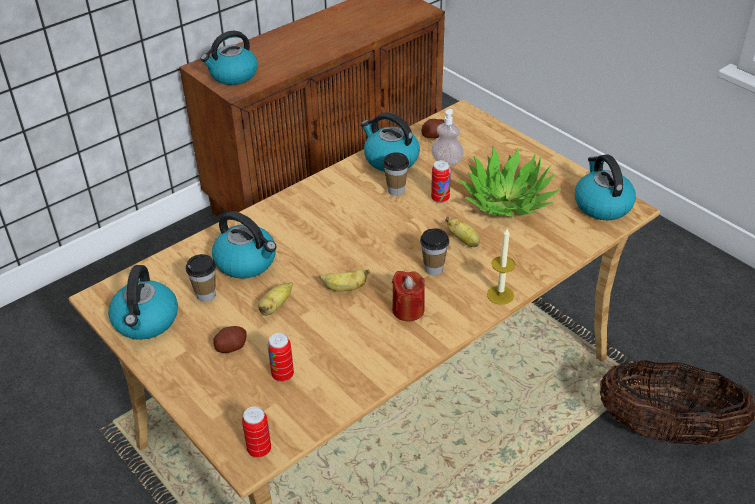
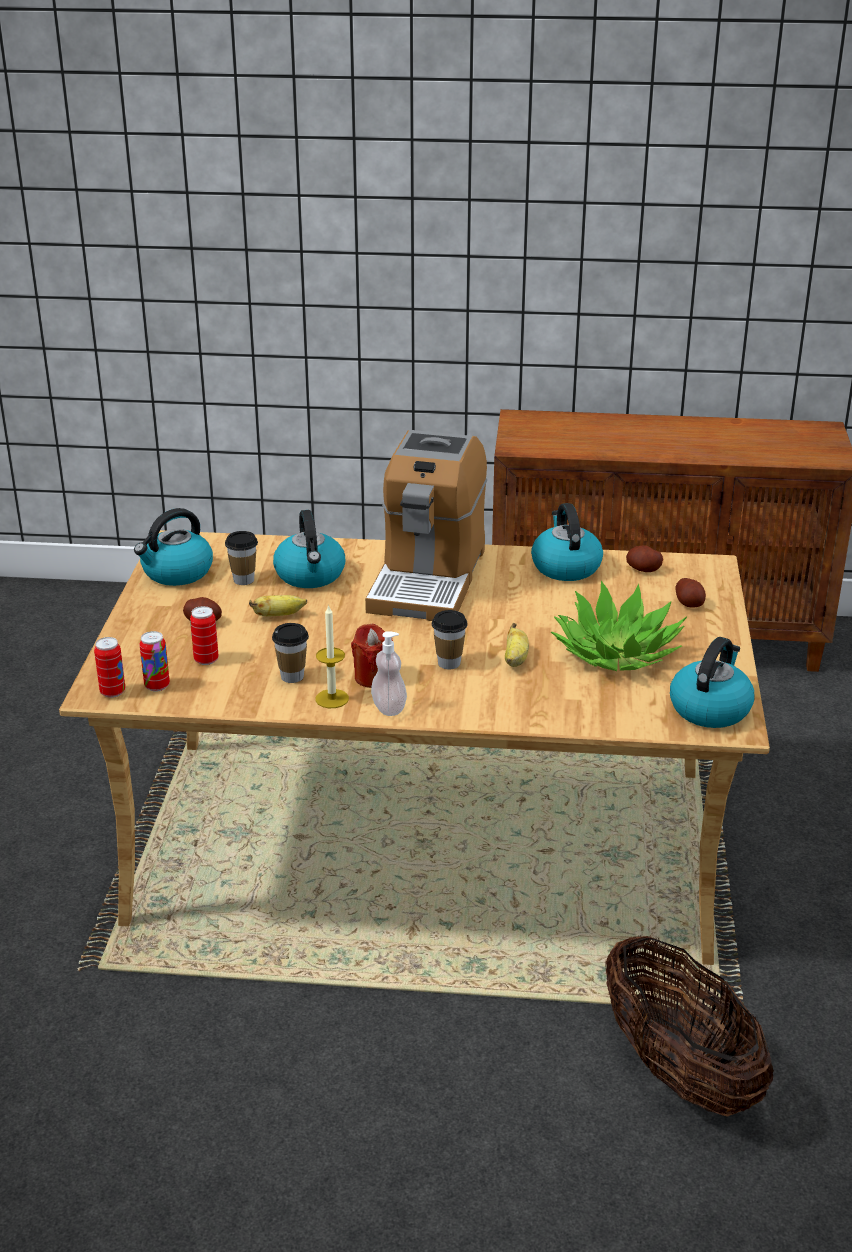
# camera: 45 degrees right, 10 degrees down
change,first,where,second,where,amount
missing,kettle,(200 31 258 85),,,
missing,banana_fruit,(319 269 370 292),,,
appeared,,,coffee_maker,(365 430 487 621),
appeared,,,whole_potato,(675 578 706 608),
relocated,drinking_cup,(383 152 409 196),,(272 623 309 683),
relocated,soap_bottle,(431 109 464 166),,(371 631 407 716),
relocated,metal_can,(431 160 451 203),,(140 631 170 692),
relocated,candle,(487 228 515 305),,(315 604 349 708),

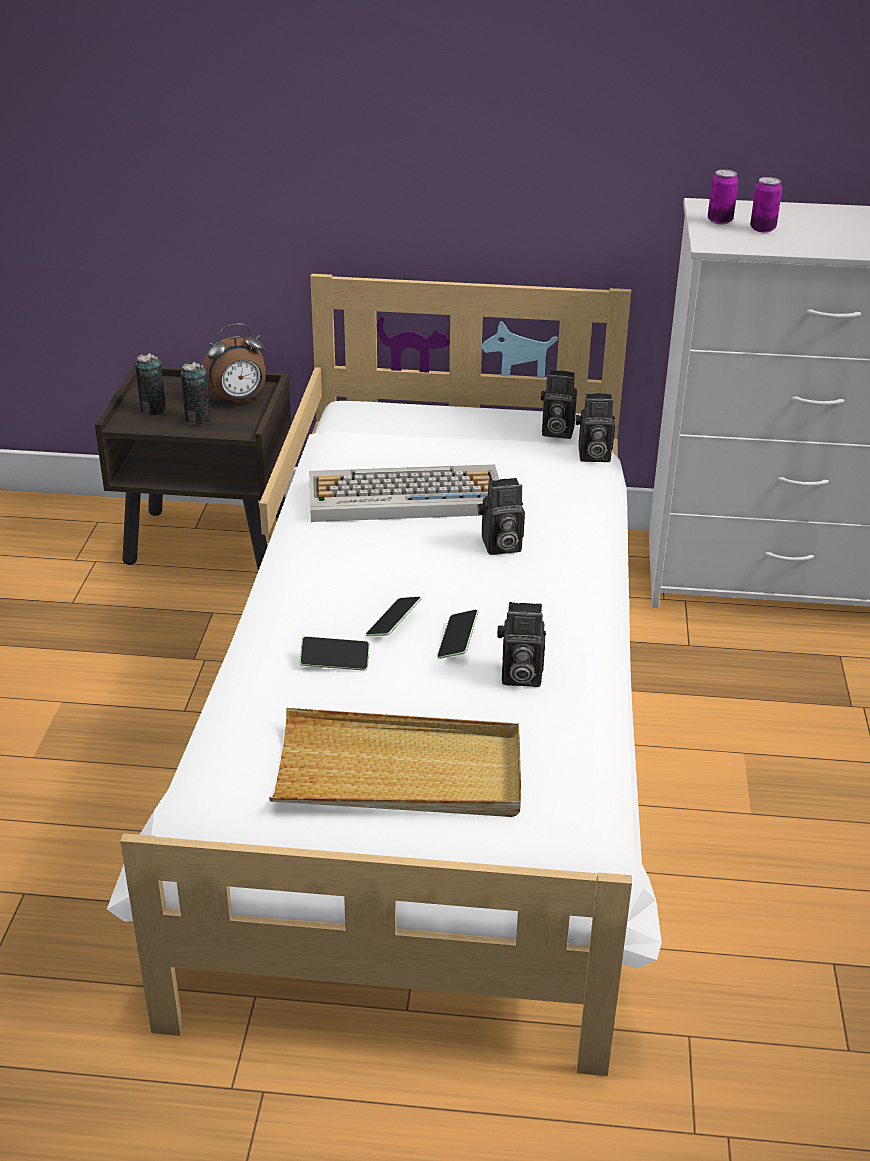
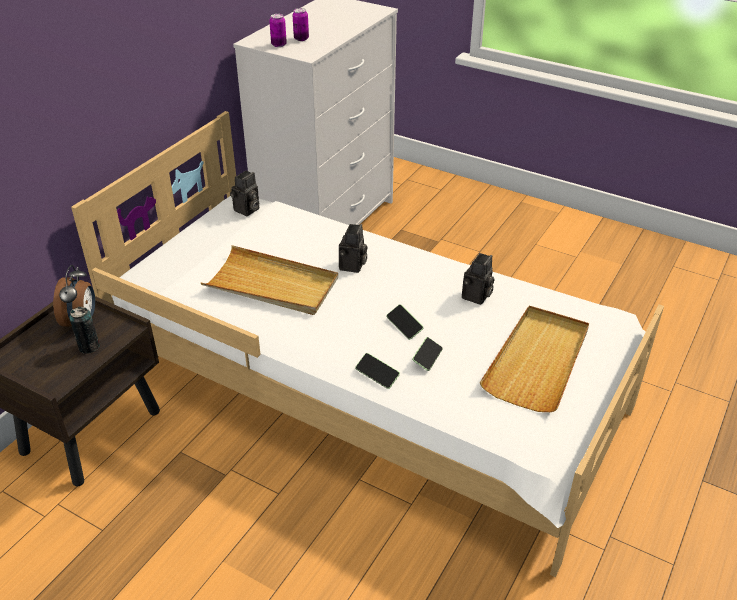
# camera: 65 degrees left, 5 degrees up
change,first,where,second,where,amount
missing,metal_can,(135 353 166 415),,,
missing,still_camera,(575 393 615 462),,,
relocated,phone,(437 609 479 659),,(355 353 400 389),
exchanged,PC_keyboard,(309 464 499 522),sand-coloured_serving_tray,(201 245 338 315),

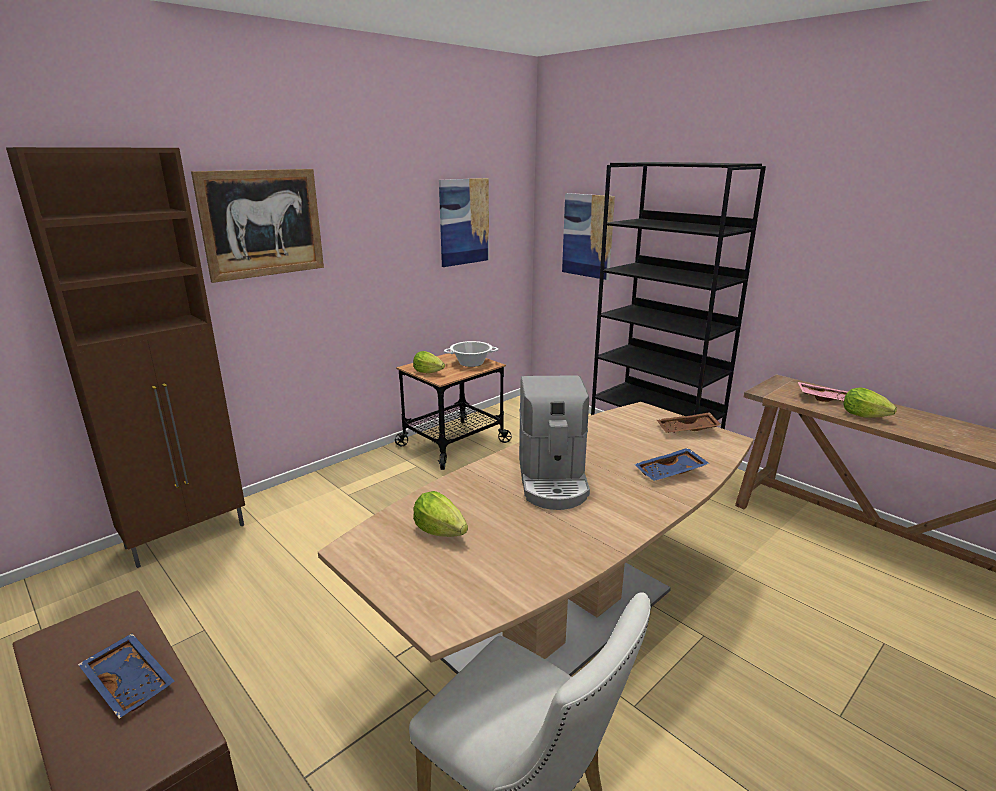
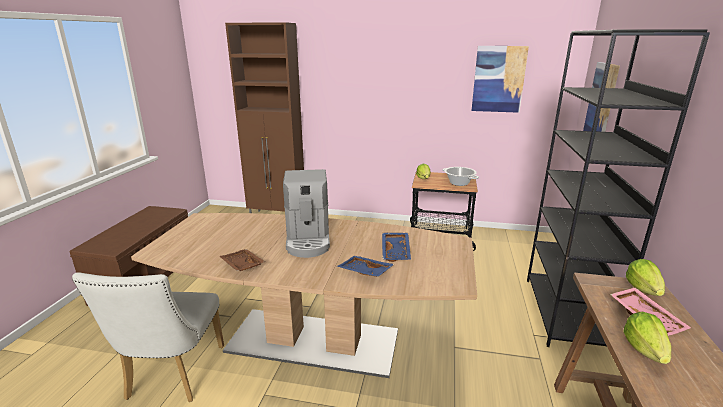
# camera: 55 degrees right, 0 degrees up
change,first,where,second,where,amount
missing,picture,(191 169 324 283),,,
relocated,blue-coloured_serving_tray,(78 633 175 719),,(382 233 411 262),
relocated,lettuce_head,(413 491 468 537),,(626 259 665 296),
relocated,brown-coloured_serving_tray,(657 412 721 433),,(220 249 265 271),
spun,coffee_maker,(519 375 590 510),,(283 169 330 258),60 degrees counterclockwise

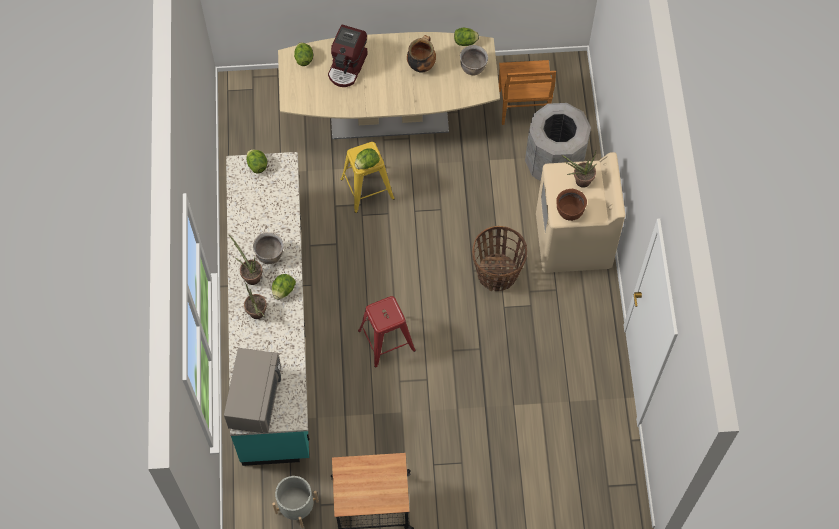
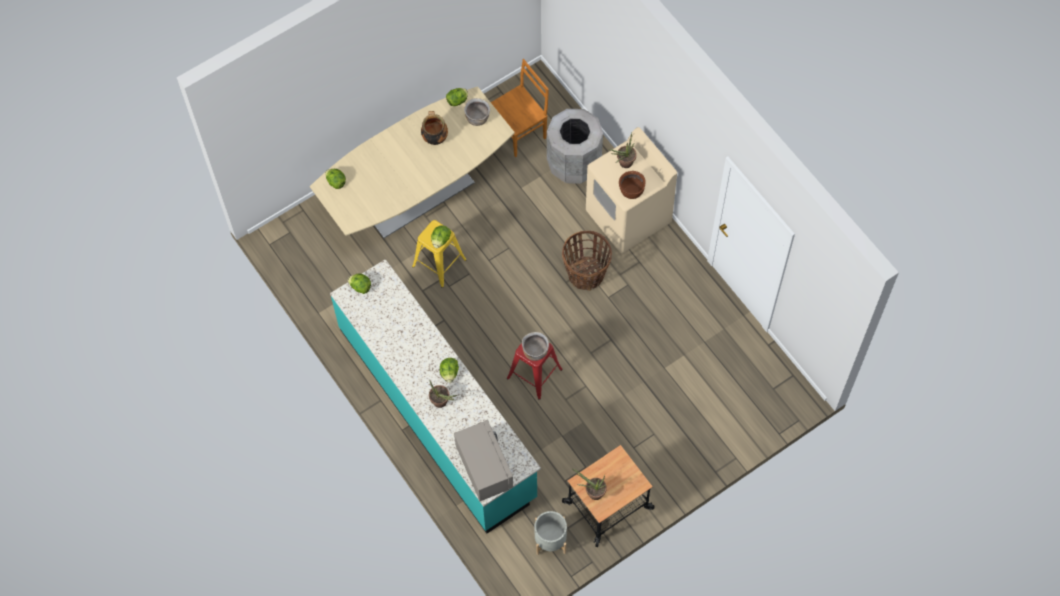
# camera: 30 degrees left, 0 degrees up
change,first,where,second,where,amount
missing,coffee_maker,(328 25 368 87),,,
relocated,houseplant,(228 234 262 285),,(573 469 607 500),
relocated,brown-coloured_cooking_pot,(253 232 284 264),,(522 332 549 361),
spun,brown-coloured_upright_chair,(499 60 556 125),,(491 59 549 157),90 degrees counterclockwise

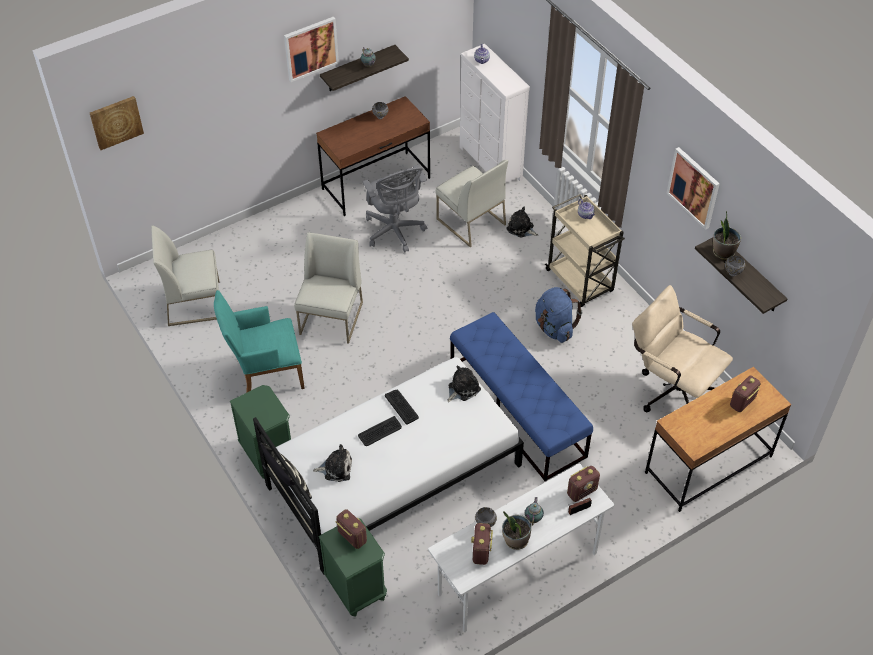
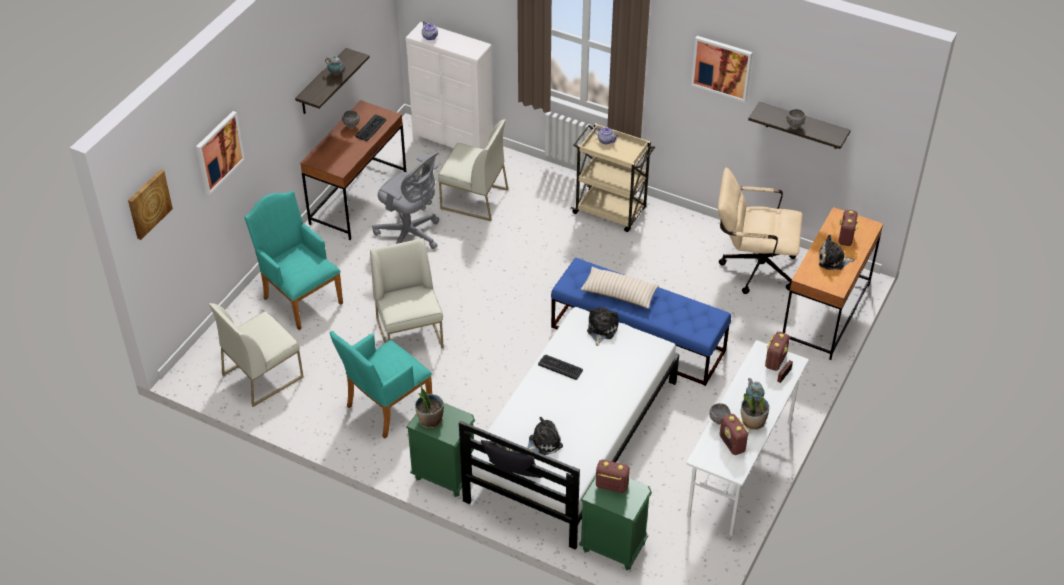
# camera: 30 degrees left, 5 degrees down
change,first,where,second,where,amount
missing,blue-coloured_rucksack,(535 287 582 343),,,
appeared,,,turquoise_armchair,(245 191 343 330),
appeared,,,sand-coloured_throw_pillow,(581 267 659 309),
relocated,picture,(284 17 339 82),,(196 111 245 195),
relocated,PC_keyboard,(358 416 402 446),,(356 114 386 141),
relocated,soft_toy,(506 207 538 238),,(819 235 855 270),
relocated,houseplant,(713 211 741 260),,(415 381 444 429),

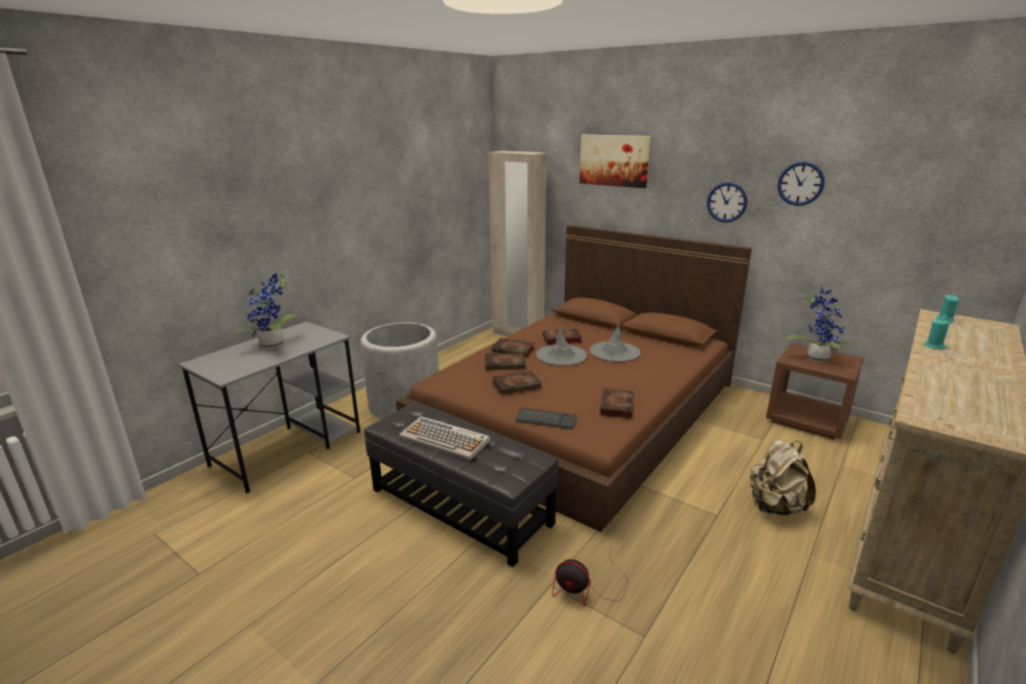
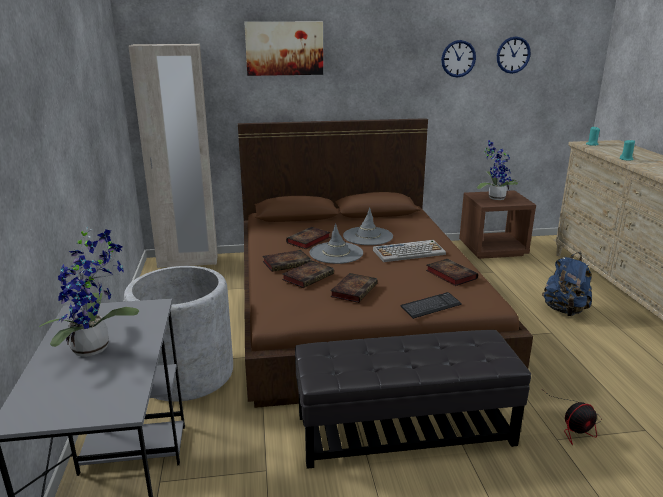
# camera: 45 degrees left, 0 degrees up
change,first,where,second,where,amount
relocated,PC_keyboard,(399 416 490 460),,(373 240 446 262),
relocated,wall_clock,(707 182 747 222),,(497 36 531 74),
colour,sand-coloured_rucksack,(750 440 816 515),blue-coloured_rucksack,(542 252 592 316),

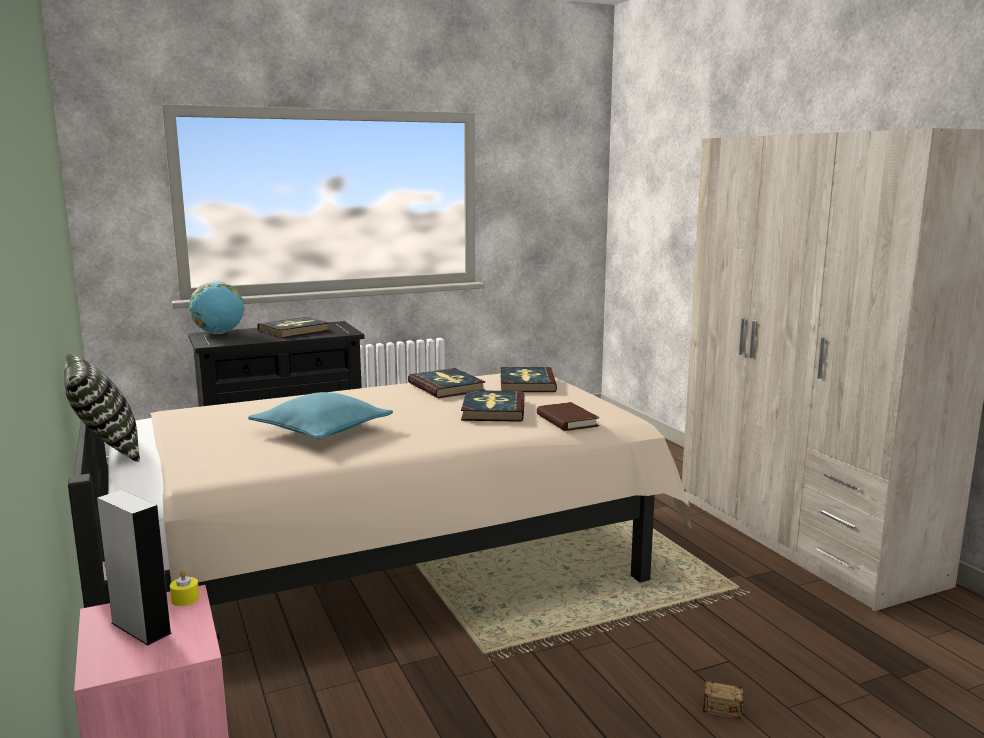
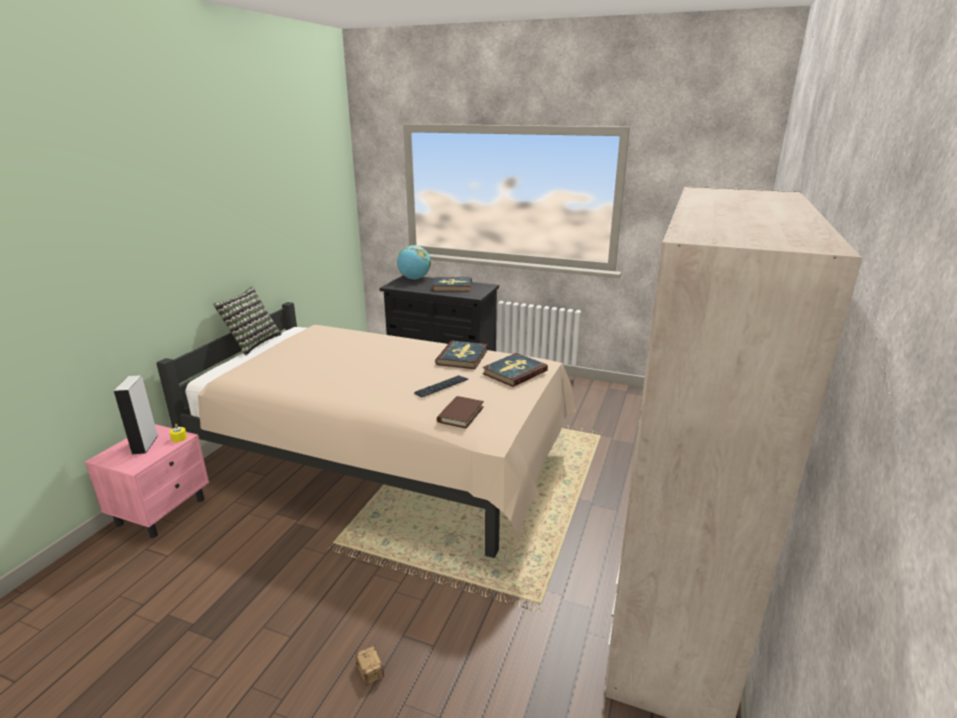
# camera: 45 degrees right, 10 degrees up
change,first,where,second,where,amount
missing,turquoise_throw_pillow,(248 392 393 439),,,
exchanged,book,(461 390 525 422),PC_keyboard,(414 375 468 398),

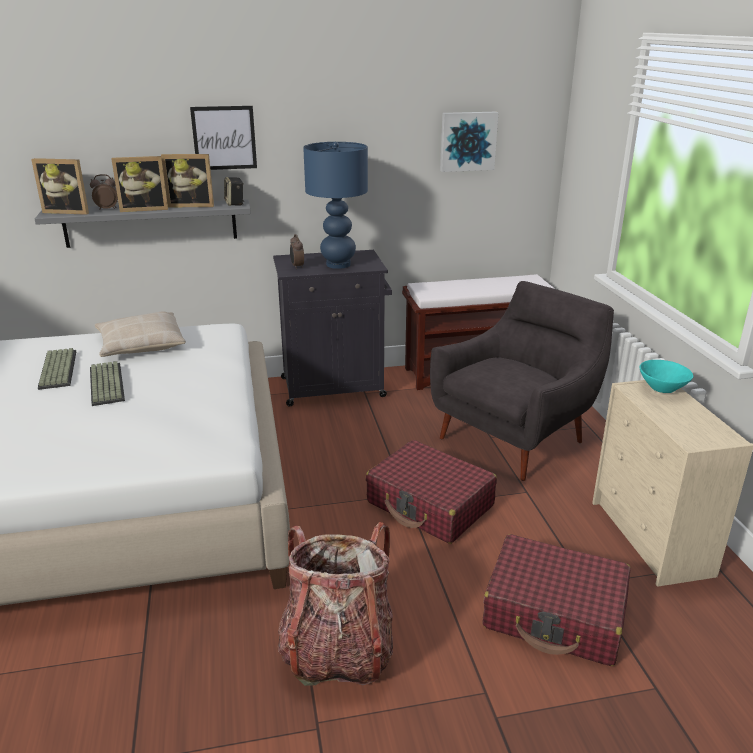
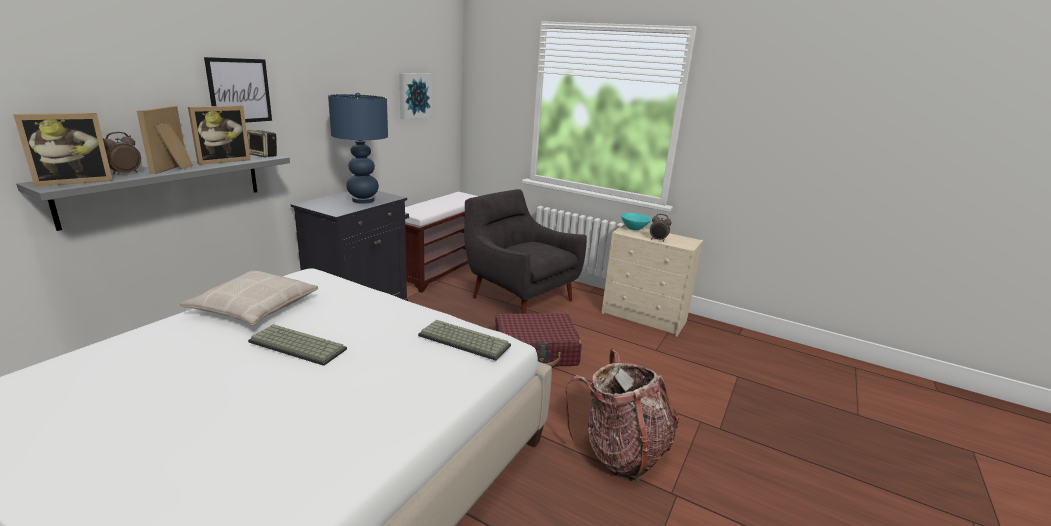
# camera: 50 degrees left, 5 degrees down
change,first,where,second,where,amount
missing,red-coloured_travel_case,(483 534 631 666),,,
relocated,PC_keyboard,(38 348 76 390),,(418 320 511 361),
relocated,bedside_clock,(290 234 304 269),,(650 214 672 242),
spun,standing_frame,(111 156 168 212),,(137 106 193 174),150 degrees clockwise
spun,grey_armchair,(430 281 614 481),,(464 189 587 314),45 degrees counterclockwise

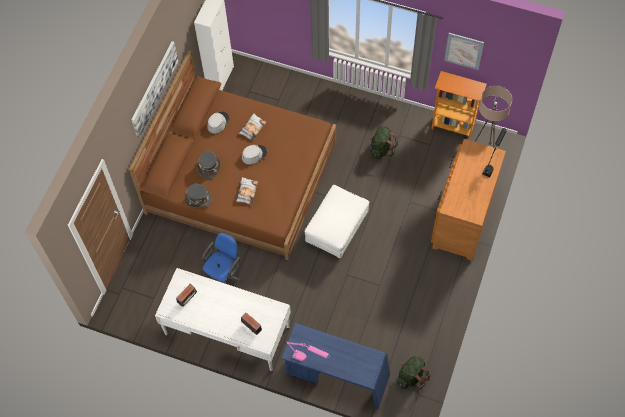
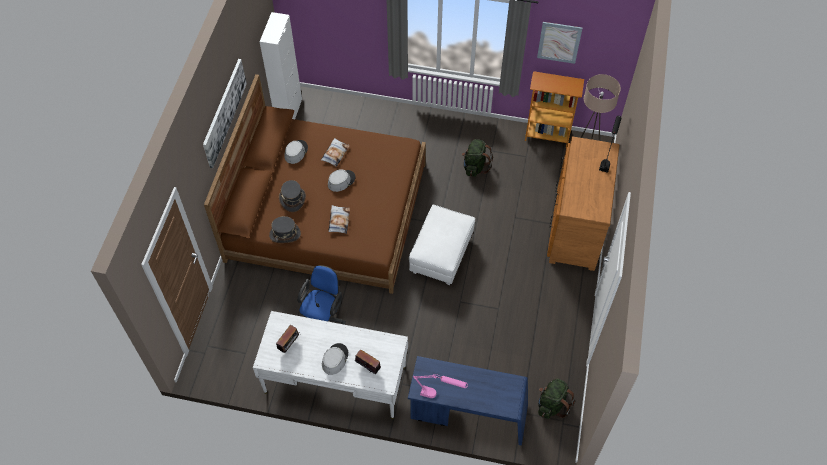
# camera: 10 degrees left, 5 degrees down
change,first,where,second,where,amount
appeared,,,grey_hat,(322 343 348 375),

